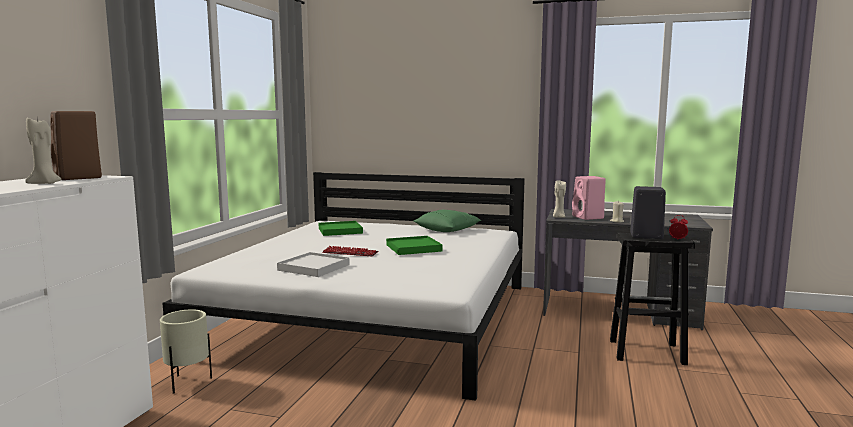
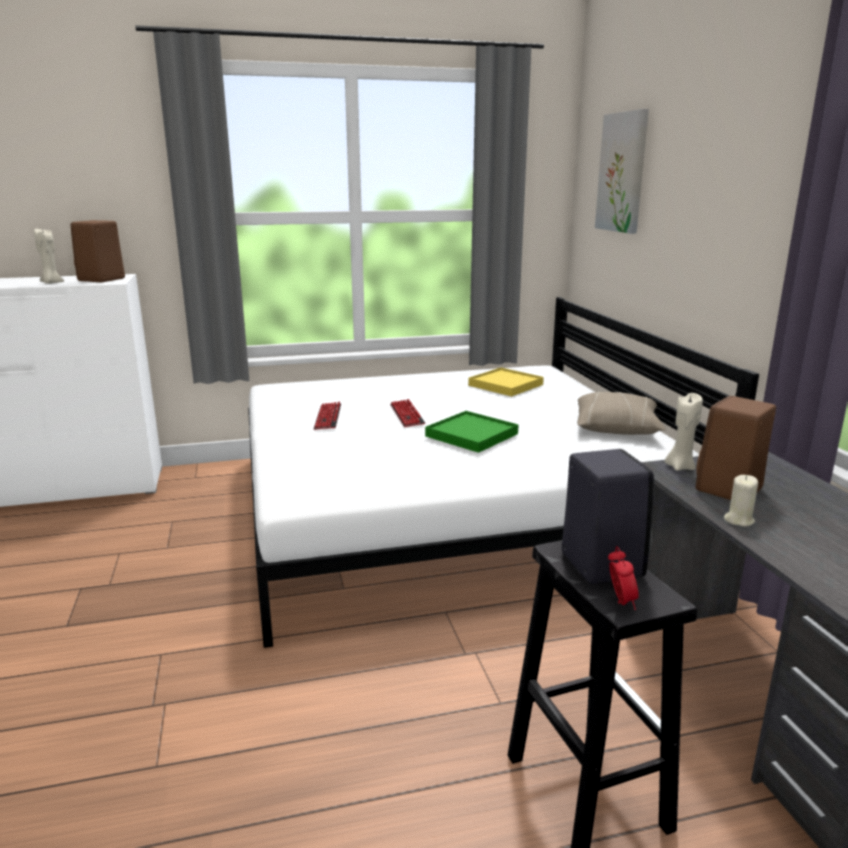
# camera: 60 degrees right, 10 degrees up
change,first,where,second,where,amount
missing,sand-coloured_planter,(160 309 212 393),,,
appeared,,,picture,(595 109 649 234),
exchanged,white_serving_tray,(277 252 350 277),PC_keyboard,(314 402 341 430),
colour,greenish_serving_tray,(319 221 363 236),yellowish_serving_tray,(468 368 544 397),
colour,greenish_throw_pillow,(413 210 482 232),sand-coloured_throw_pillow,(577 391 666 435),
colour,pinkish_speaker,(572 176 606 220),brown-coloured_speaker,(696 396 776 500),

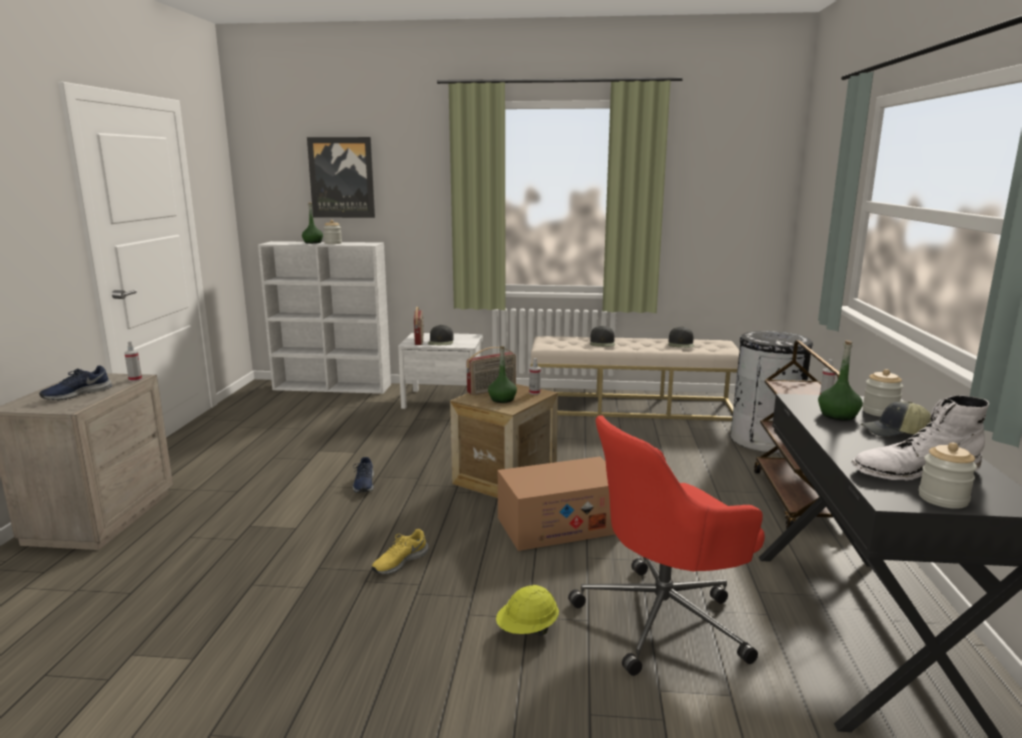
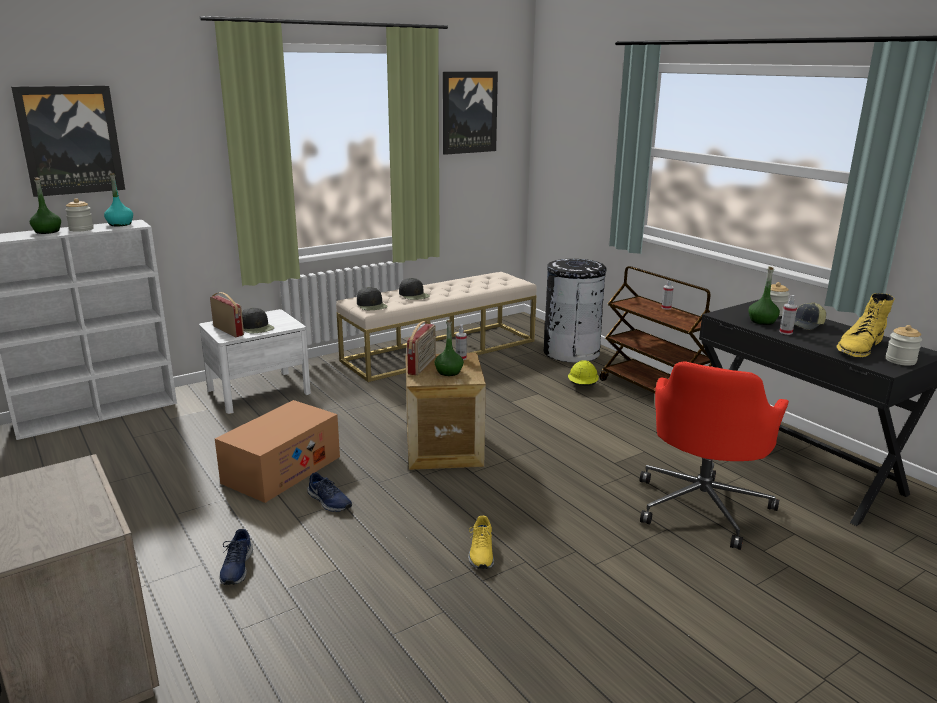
# camera: 40 degrees left, 5 degrees up
change,first,where,second,where,amount
appeared,,,turquoise_bottle,(104 173 133 226),
appeared,,,picture,(443 72 498 155),
relocated,blue-coloured_low_shoe,(39 366 112 400),,(219 529 253 585),
relocated,hand_sprayer,(124 341 142 382),,(780 295 797 335),
relocated,yellowish_work_helmet,(496 585 559 636),,(568 360 599 386),
relocated,packing_box,(498 457 616 551),,(215 400 340 503),
relocated,black_baseball_cap,(668 326 694 348),,(357 287 388 310),
colour,white_boot,(852 395 989 480),yellowish_boot,(837 293 895 357),

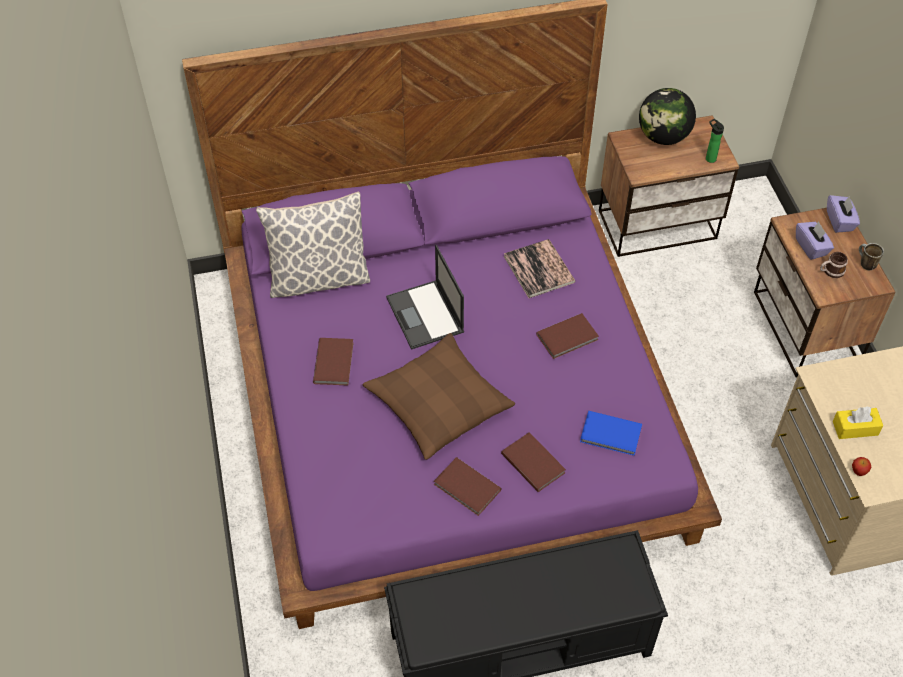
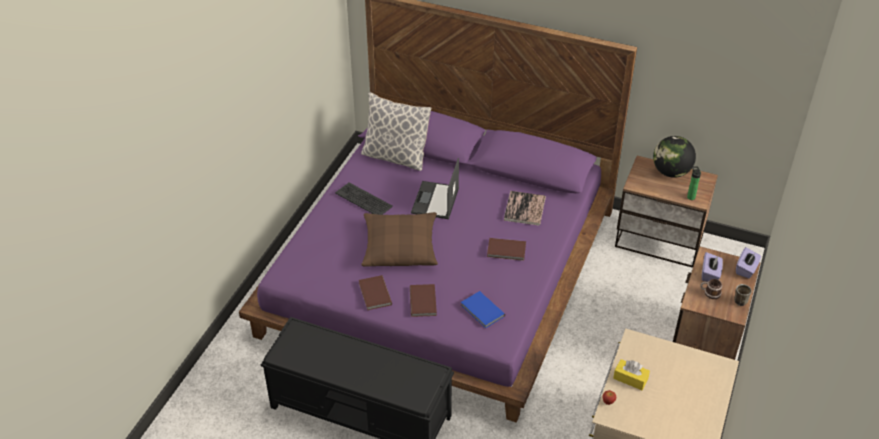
# camera: 35 degrees right, 10 degrees down
change,first,where,second,where,amount
exchanged,brown-coloured_book,(313 338 353 385),PC_keyboard,(335 183 393 215),

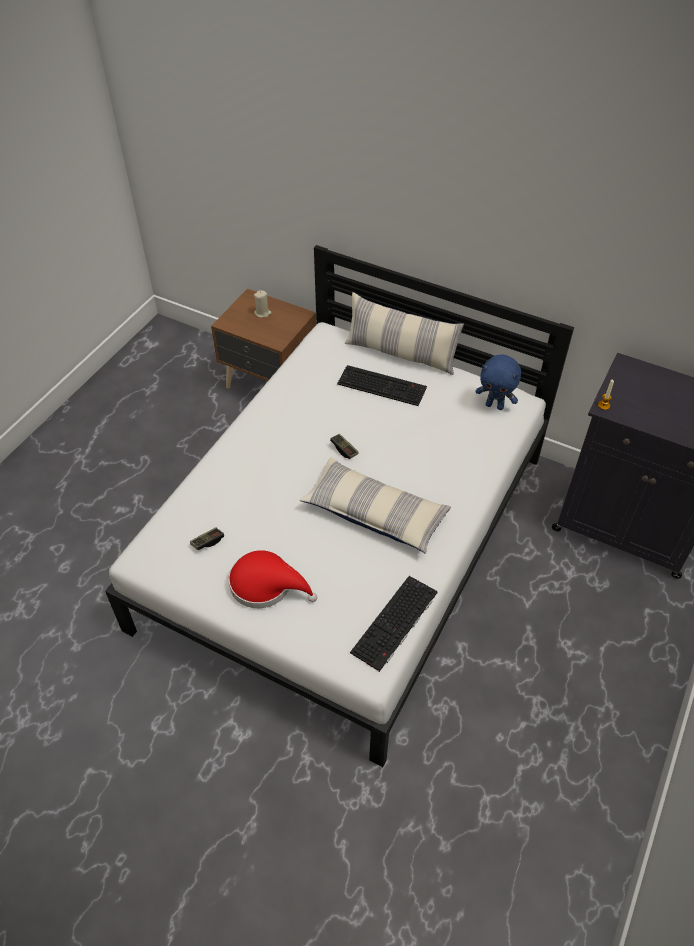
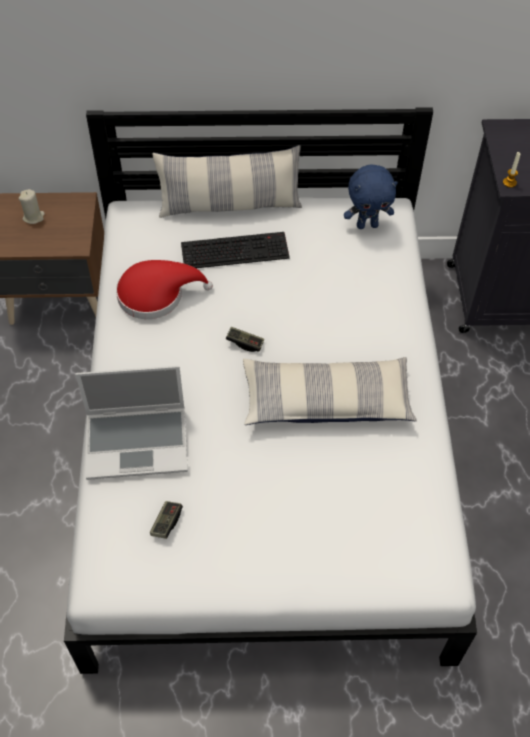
# camera: 30 degrees left, 5 degrees up
change,first,where,second,where,amount
missing,PC_keyboard,(350 576 438 672),,,
appeared,,,laptop,(76 366 188 480),
relocated,red-coloured_hat,(228 550 317 608),,(116 260 213 319),

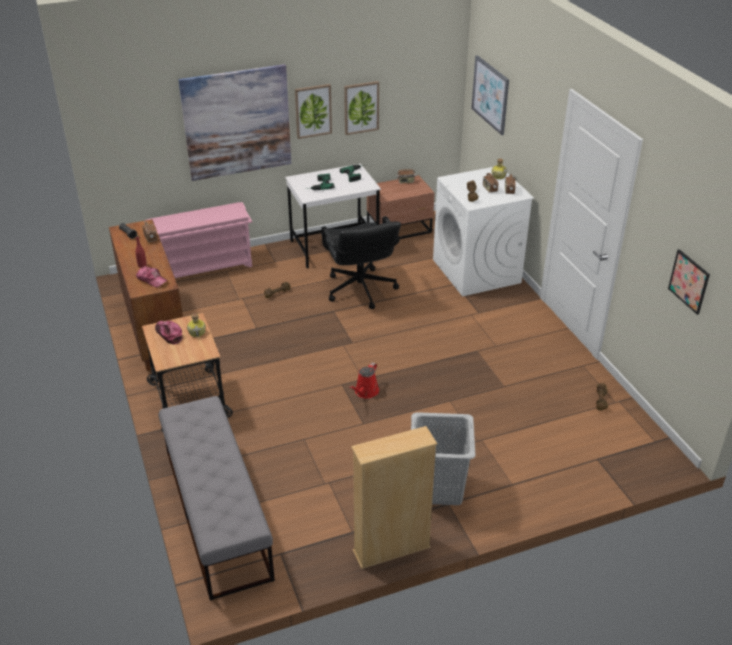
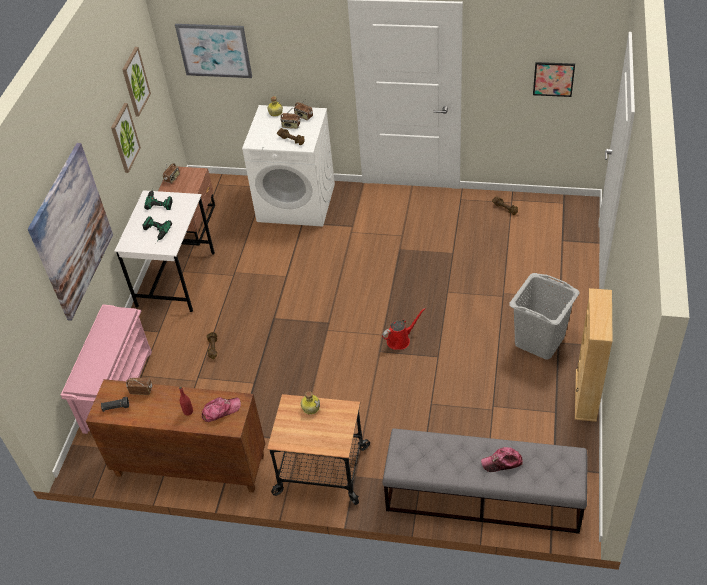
# camera: 55 degrees left, 10 degrees up
change,first,where,second,where,amount
missing,black_computer_chair,(321 216 401 309),,,
relocated,baseball_cap,(155 321 182 345),,(481 447 523 472),
relocated,picture,(295 84 332 139),,(122 47 151 117),
spun,red-coloured_watering_pot,(349 362 379 399),,(382 308 426 350),90 degrees counterclockwise

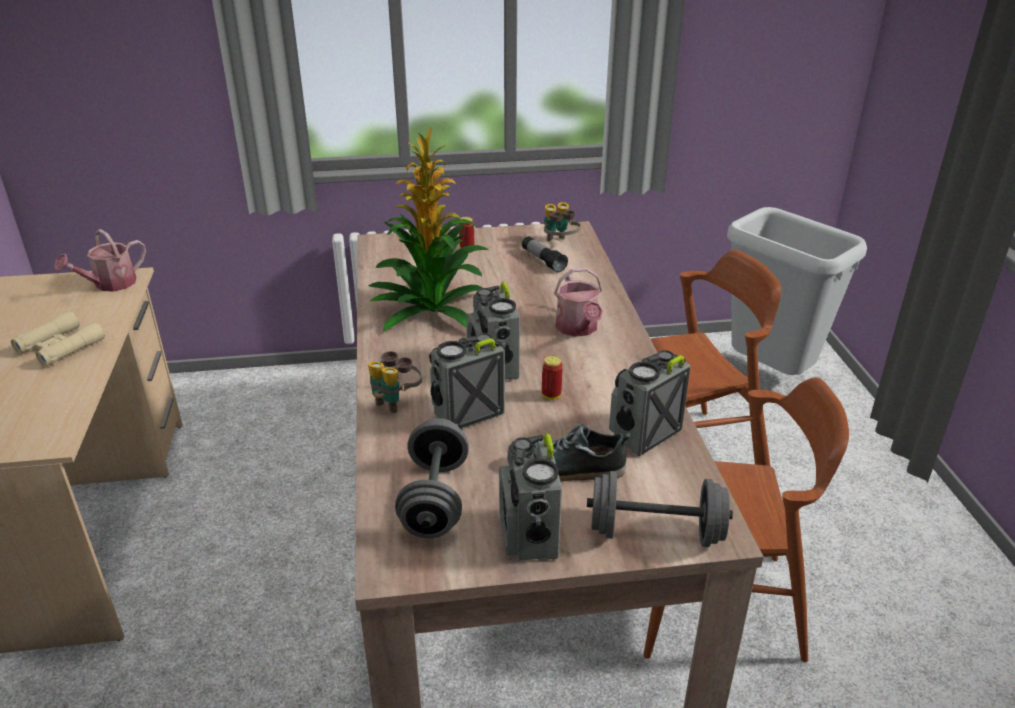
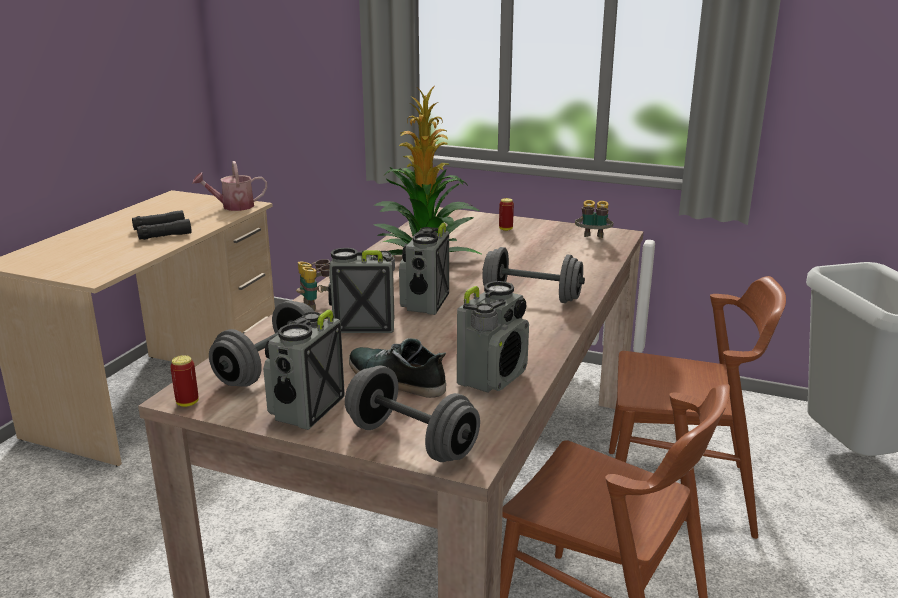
# camera: 30 degrees right, 10 degrees down
change,first,where,second,where,amount
missing,flashlight,(522 236 568 272),,,
relocated,metal_can,(542 356 563 400),,(170 355 199 407),
exchanged,watering_pot,(554 268 603 337),grey_free_weight,(482 247 585 303),
colour,sand-coloured_pair_of_binoculars,(11 311 105 367),black_pair_of_binoculars,(132 210 192 240),
spun,radio_set,(609 350 691 456),,(457 281 529 393),135 degrees clockwise

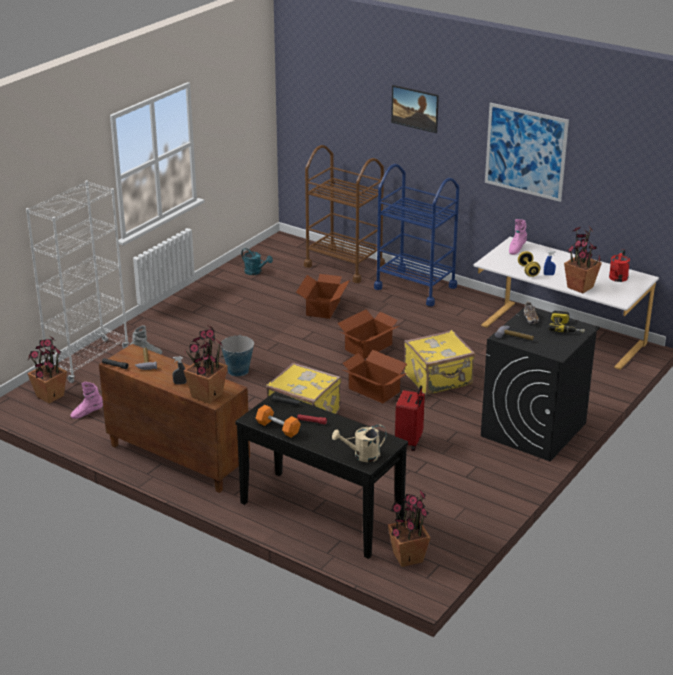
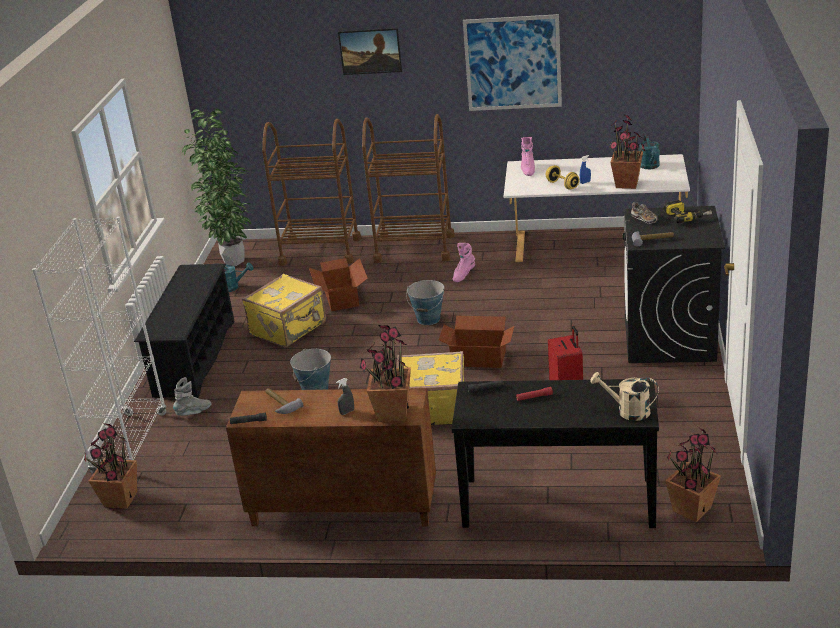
# camera: 25 degrees left, 0 degrees up
change,first,where,second,where,amount
missing,orange_free_weight,(255 405 301 438),,,
appeared,,,black_shoe_shelf,(134 264 234 398),
appeared,,,houseplant,(182 109 251 266),
relocated,pinkish_boot,(70 382 103 419),,(453 243 475 282),
relocated,yellowish_travel_case,(404 330 475 395),,(242 274 326 347),
exchanged,packing_box,(338 309 399 359),bucket,(406 280 444 325),
colour,blue-coloured_wheeled_cart,(374 164 459 307),brown-coloured_wheeled_cart,(362 114 455 263),
colour,red-coloured_watering_pot,(609 249 630 282),turquoise_watering_pot,(639 135 660 169),
spun,sand-coloured_watering_pot,(332 424 387 462),,(590 372 659 421),60 degrees clockwise

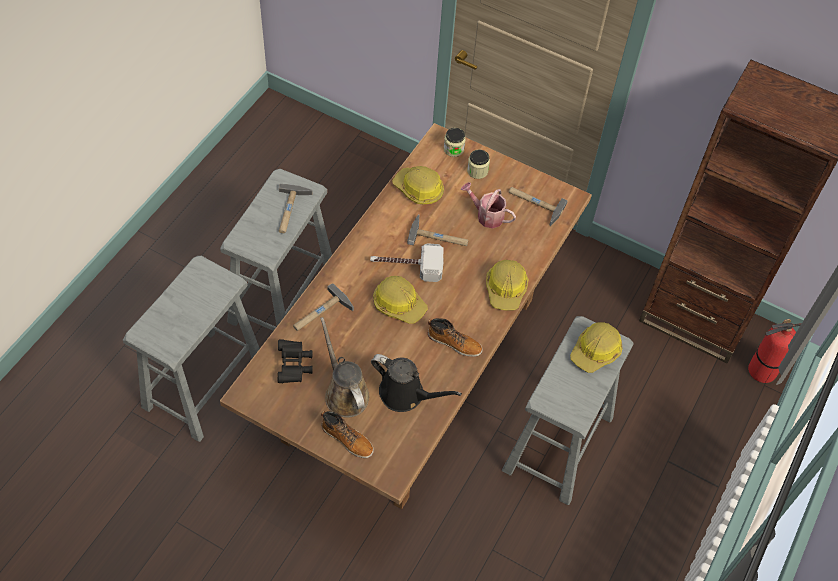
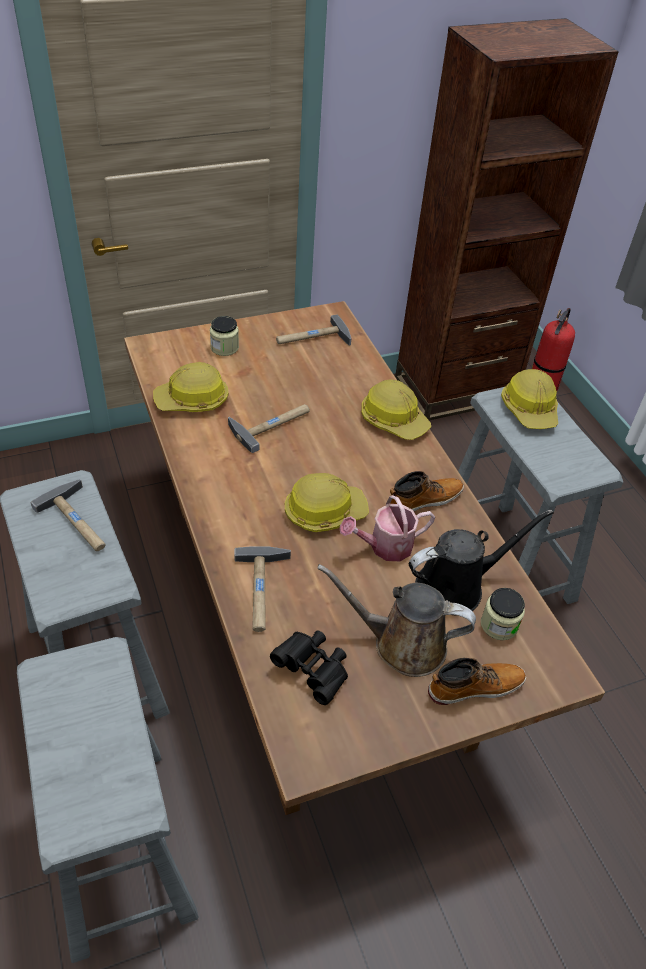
# camera: 50 degrees left, 10 degrees down
change,first,where,second,where,amount
missing,hand_hammer,(370 243 444 282),,,
relocated,preserve_jar,(444 128 466 157),,(481 588 525 640),
relocated,watering_pot,(461 182 516 229),,(340 495 435 561),

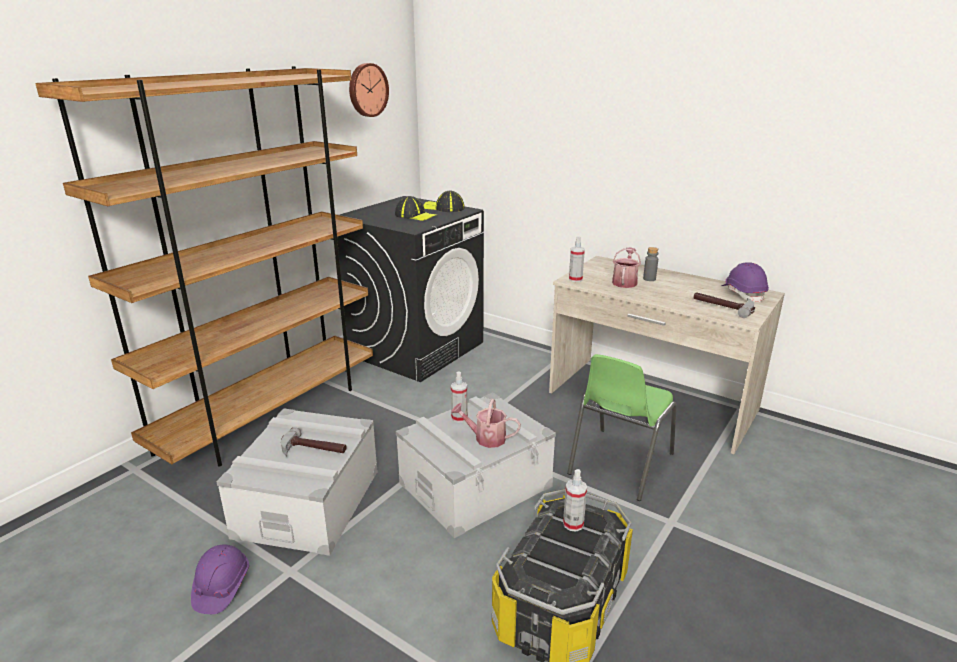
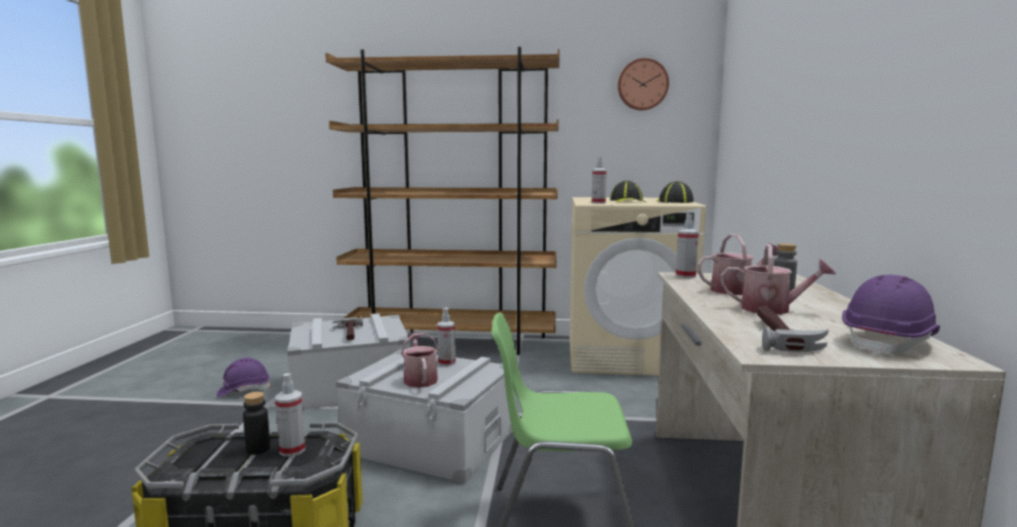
# camera: 60 degrees right, 15 degrees down
change,first,where,second,where,amount
appeared,,,black_bottle,(243 392 270 455),
appeared,,,hand_sprayer,(592 157 607 204),
appeared,,,watering_pot,(721 244 836 315),
colour,black_laundry_appliance,(337 196 484 382),sand-coloured_laundry_appliance,(570 197 706 375),

